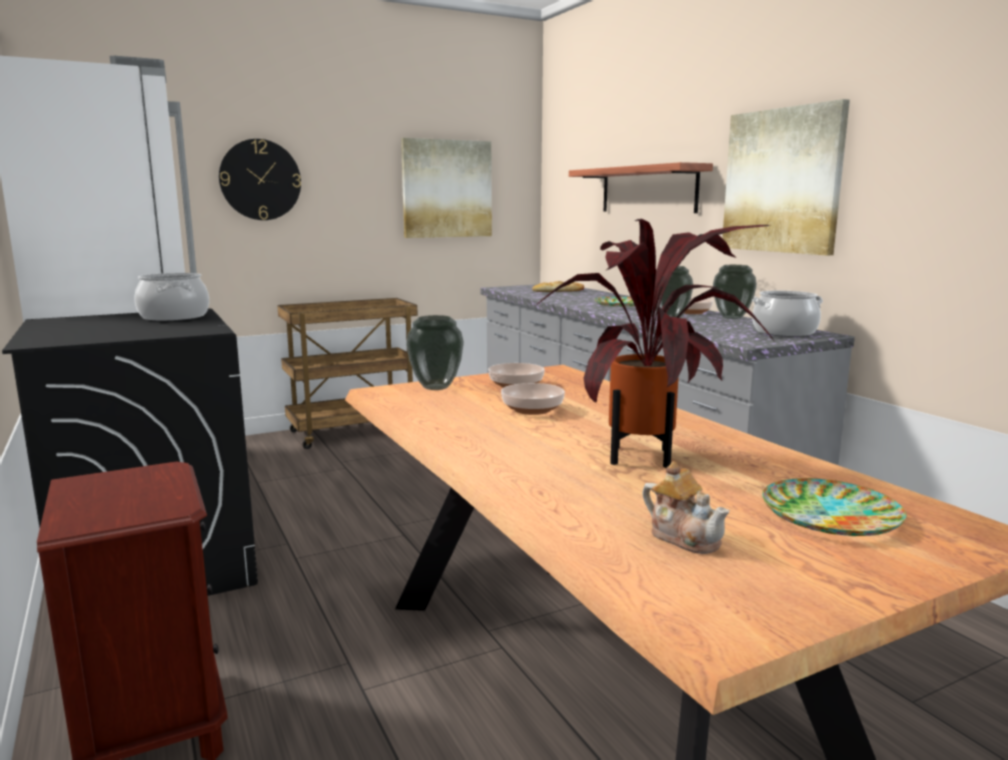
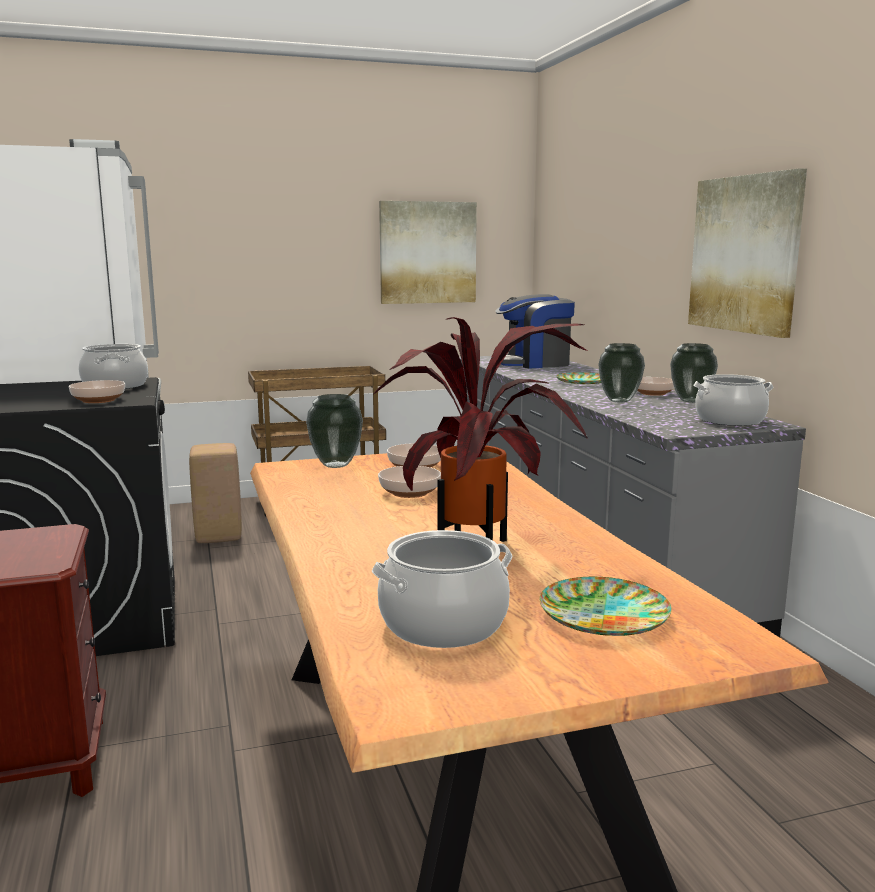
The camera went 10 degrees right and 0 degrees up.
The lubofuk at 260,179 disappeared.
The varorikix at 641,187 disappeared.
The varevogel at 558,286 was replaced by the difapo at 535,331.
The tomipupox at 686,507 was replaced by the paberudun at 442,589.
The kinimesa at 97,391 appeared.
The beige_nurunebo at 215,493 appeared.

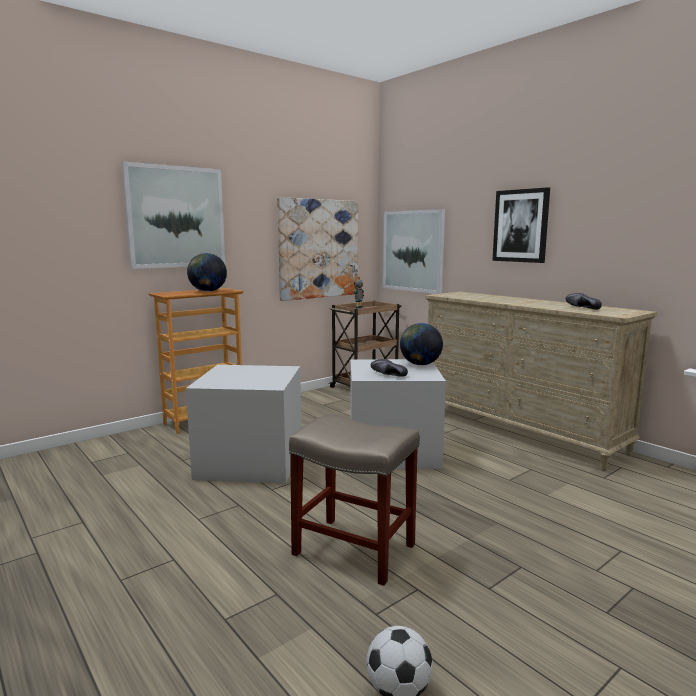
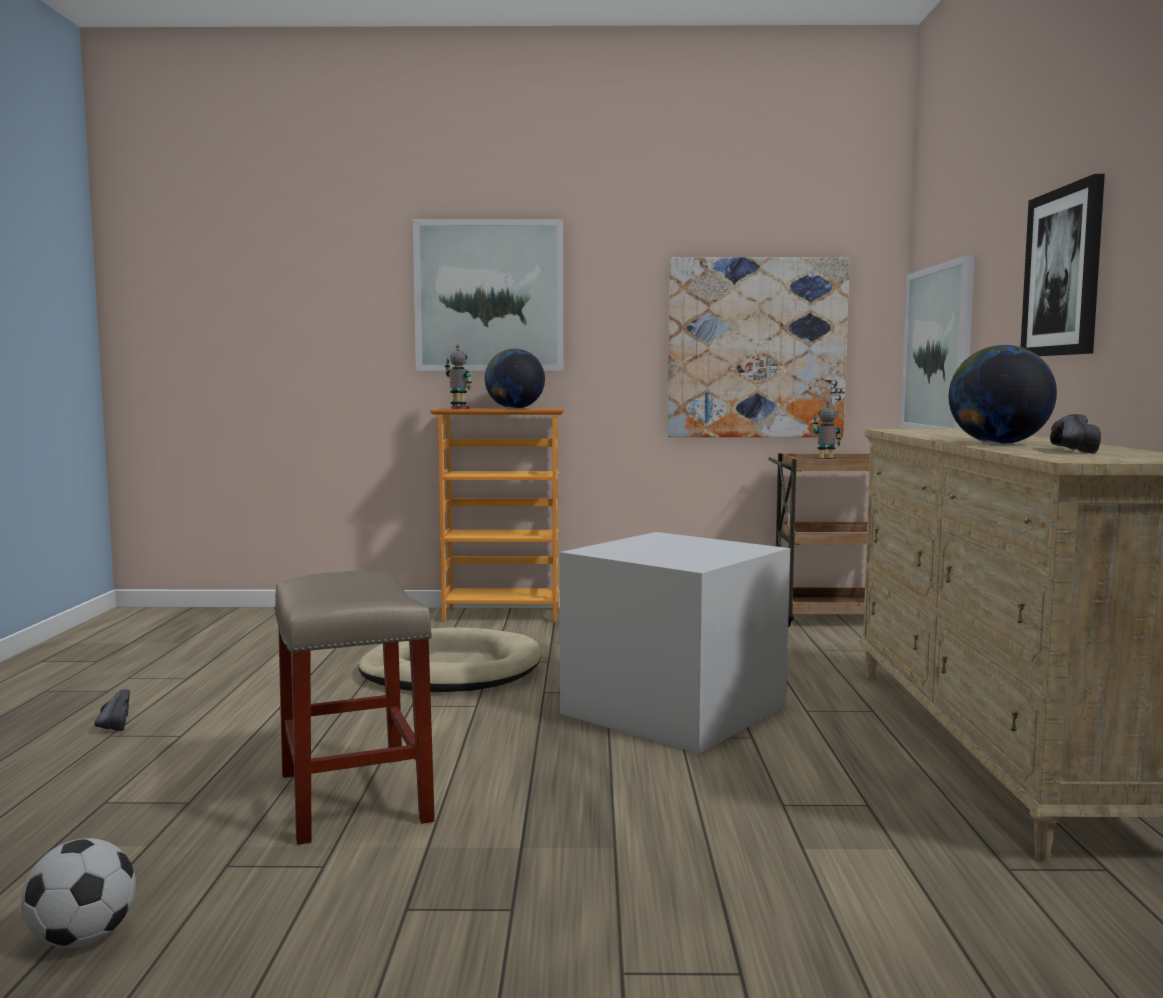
The camera went 40 degrees right and 5 degrees down.
The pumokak moved from 421,344 to 1003,394.
The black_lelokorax moved from 389,368 to 112,710.
The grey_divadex at 243,424 was replaced by the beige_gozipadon at 450,659.
The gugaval at 458,377 appeared.

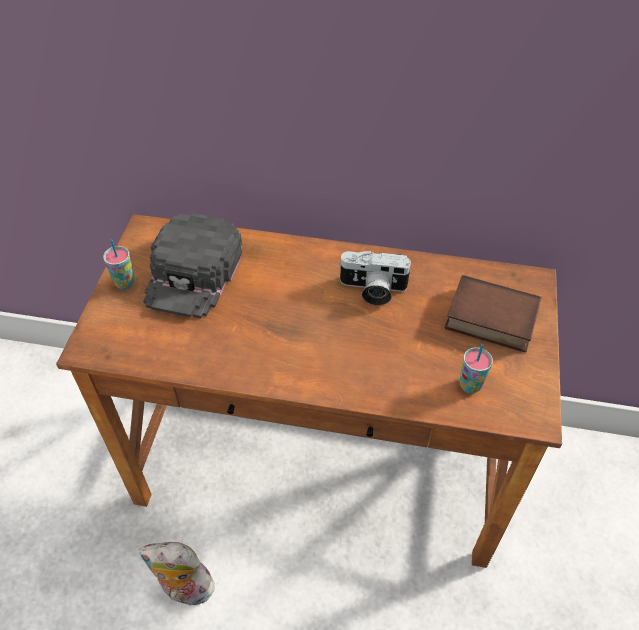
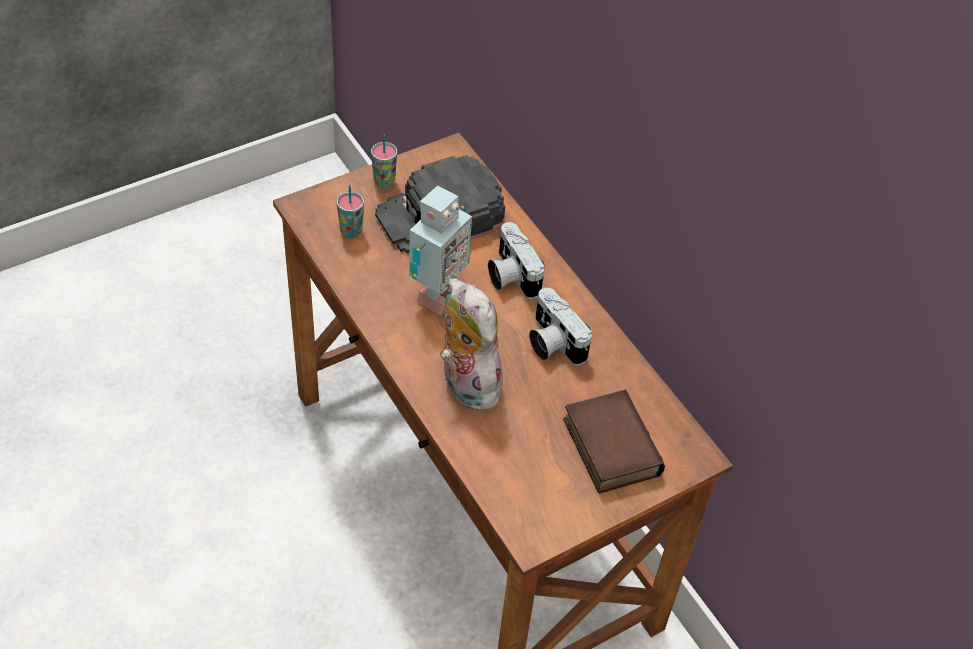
The camera went 45 degrees right and 0 degrees up.
The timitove moved from 476,369 to 350,211.
The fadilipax moved from 178,576 to 472,344.
The gugaval at 440,250 appeared.
The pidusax at 516,260 appeared.

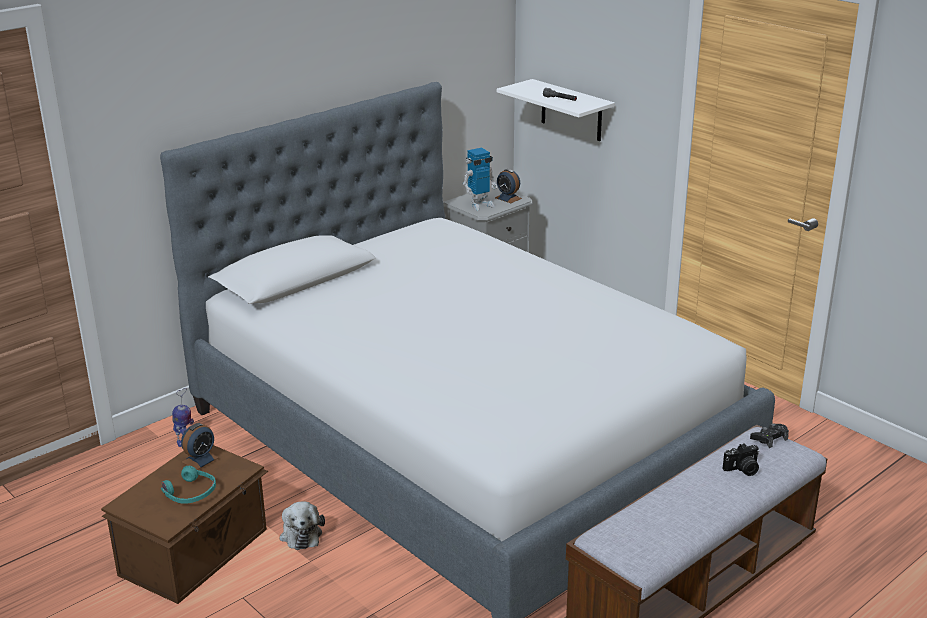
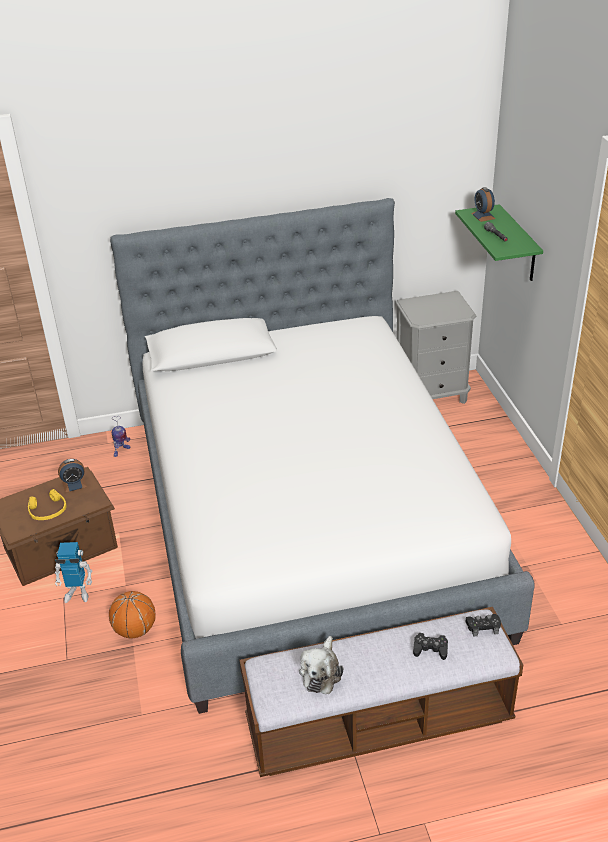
The camera went 30 degrees right and 10 degrees up.
The white_varorikix at 556,110 became the green_varorikix at 499,242.
The gugaval moved from 480,179 to 73,572.
The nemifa moved from 508,186 to 483,204.
The pidusax at 741,459 was replaced by the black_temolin at 430,646.
The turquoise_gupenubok at 188,485 became the yellow_gupenubok at 47,504.
The fadilipax moved from 302,525 to 321,665.
The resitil at 132,615 appeared.

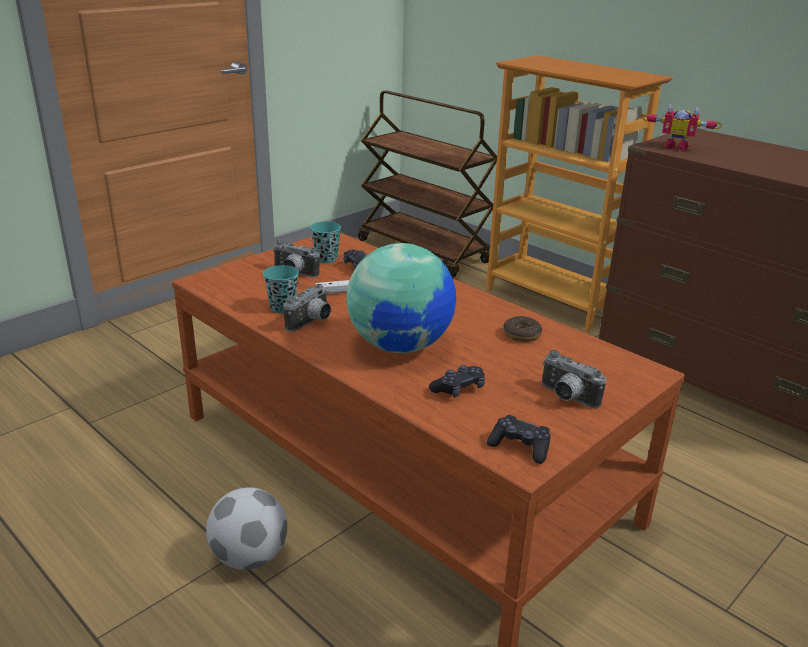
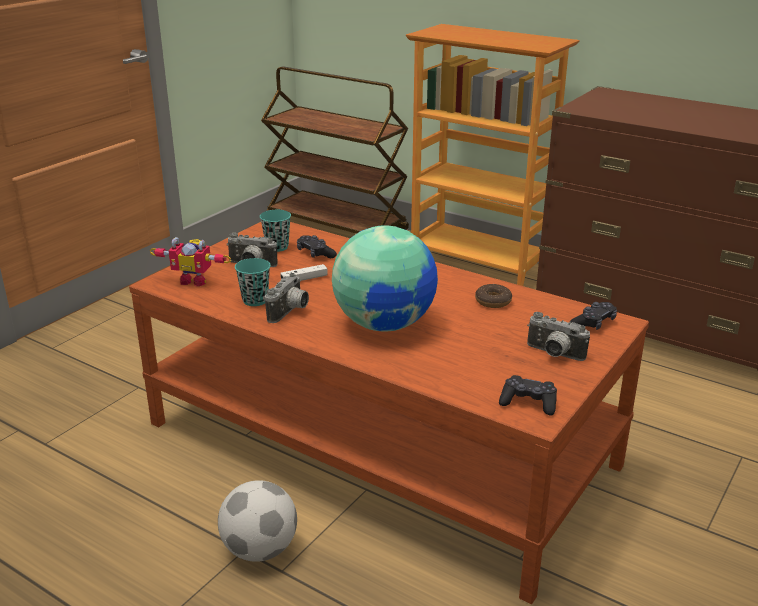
The camera went 10 degrees left and 0 degrees up.
The gugaval moved from 682,127 to 190,262.
The black_temolin moved from 457,381 to 593,316.

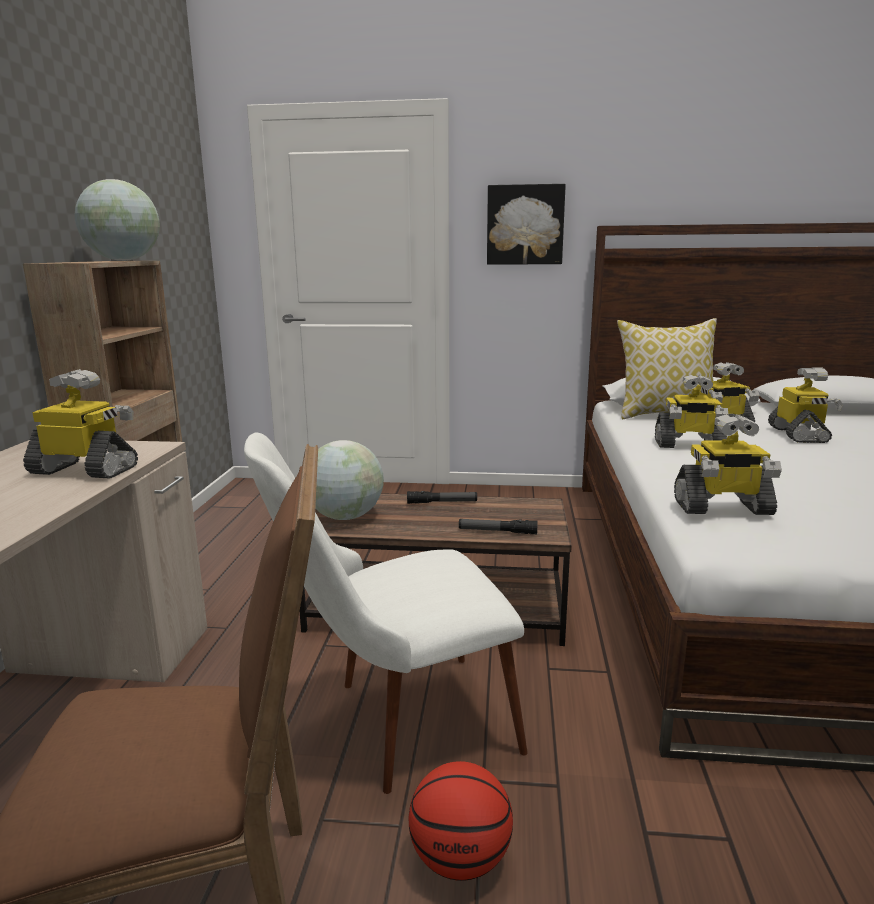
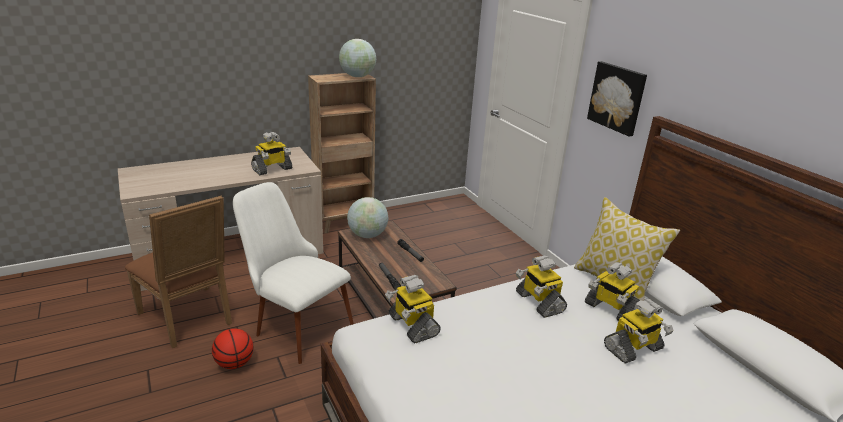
The camera went 55 degrees right and 10 degrees up.
The gugaval at 80,423 turned 75 degrees clockwise.

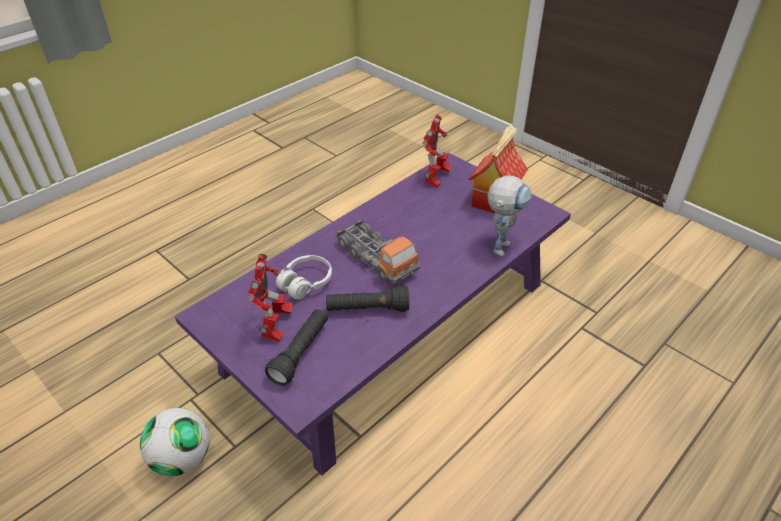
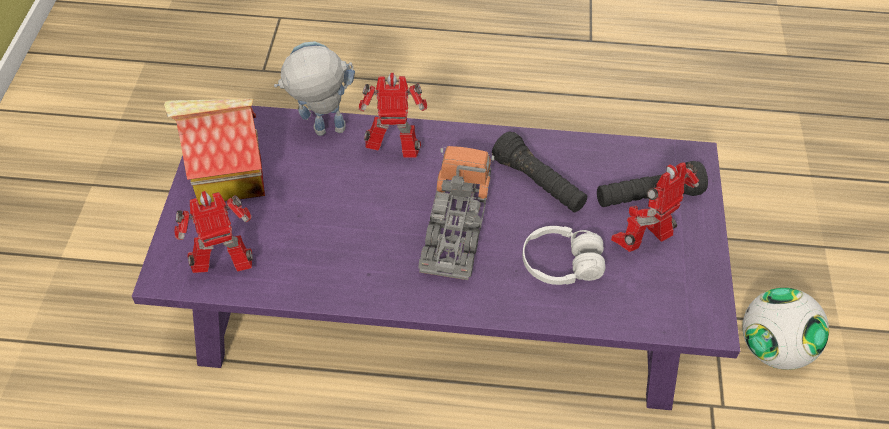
The camera went 130 degrees left and 10 degrees up.
The gugaval at 393,115 appeared.

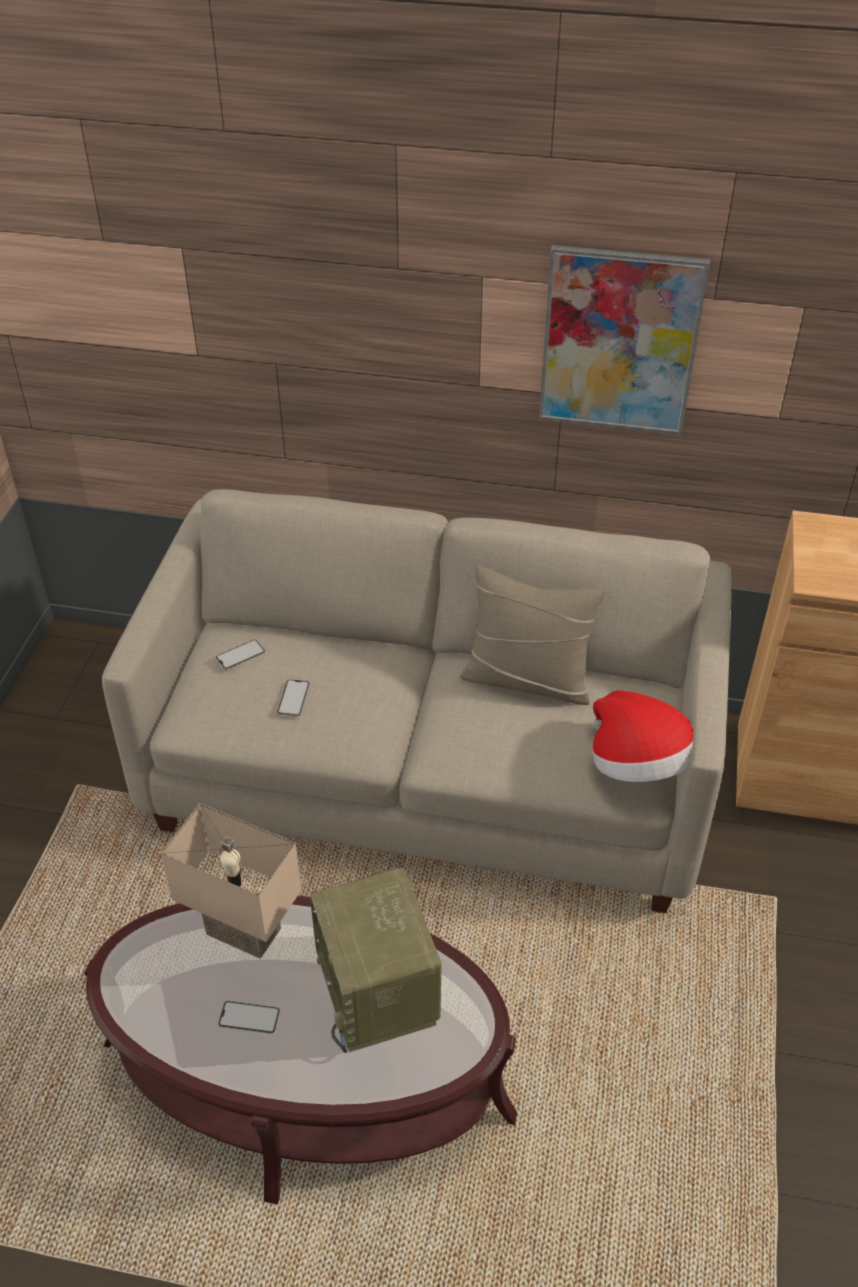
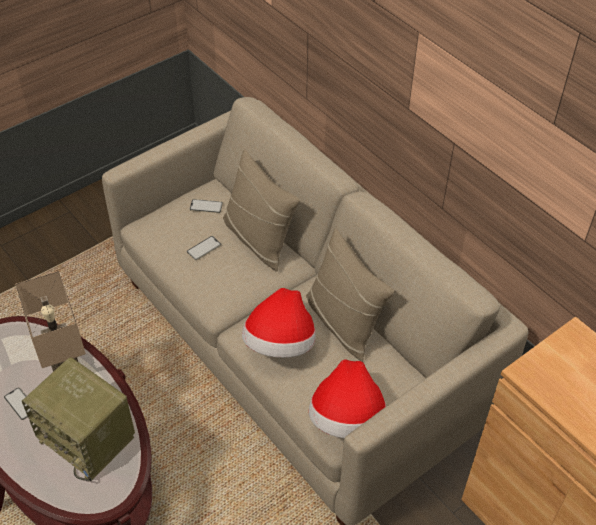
The camera went 40 degrees right and 5 degrees up.
The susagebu at 624,340 disappeared.
The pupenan at 376,960 turned 75 degrees counterclockwise.
The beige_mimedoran at 261,211 appeared.
The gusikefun at 279,323 appeared.

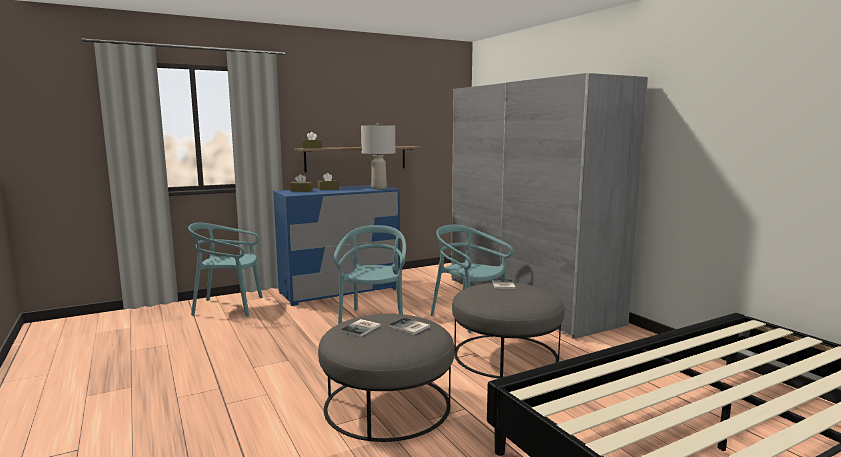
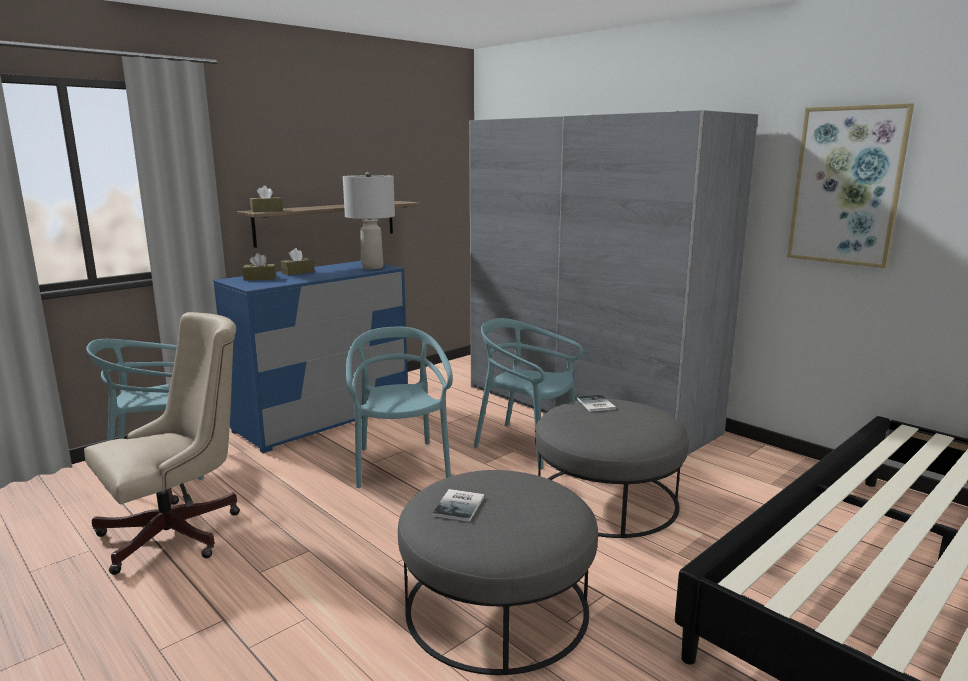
The camera went 15 degrees left and 5 degrees up.
The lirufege at 409,326 disappeared.
The susagebu at 850,185 appeared.
The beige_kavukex at 162,443 appeared.

